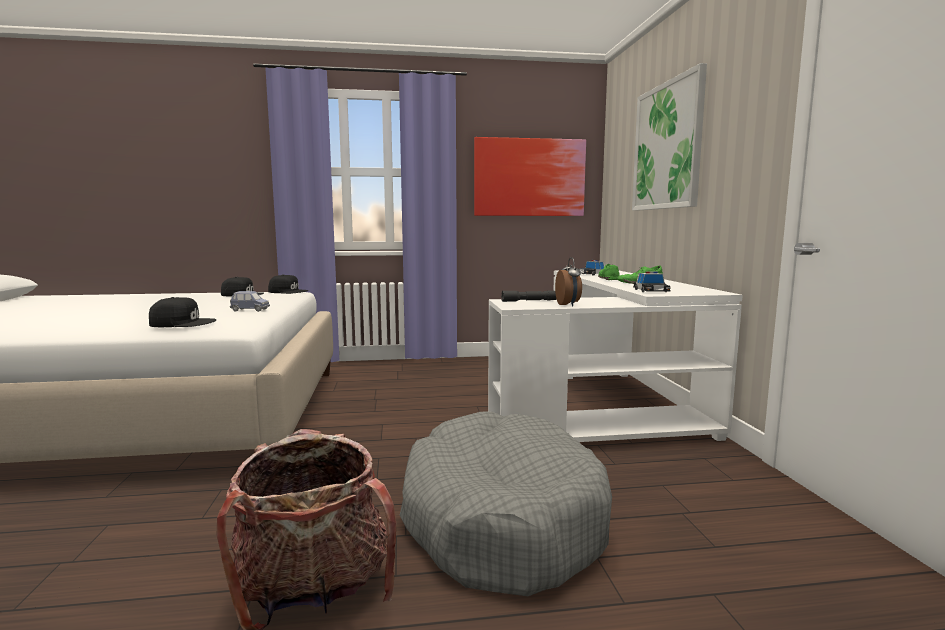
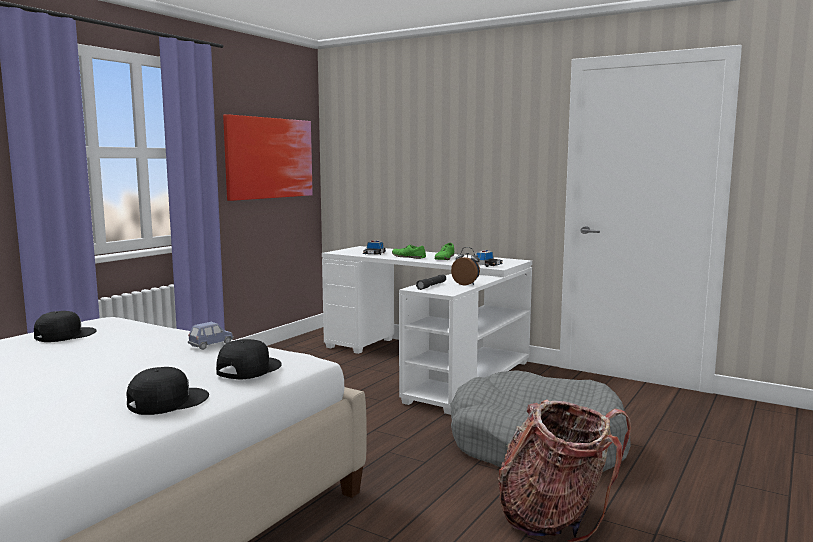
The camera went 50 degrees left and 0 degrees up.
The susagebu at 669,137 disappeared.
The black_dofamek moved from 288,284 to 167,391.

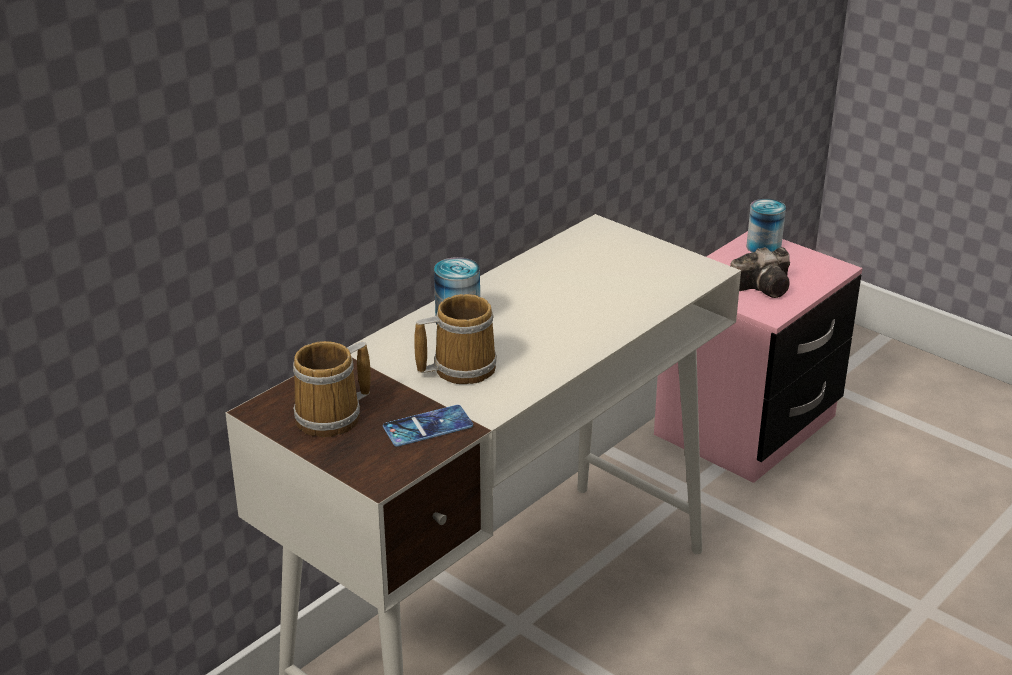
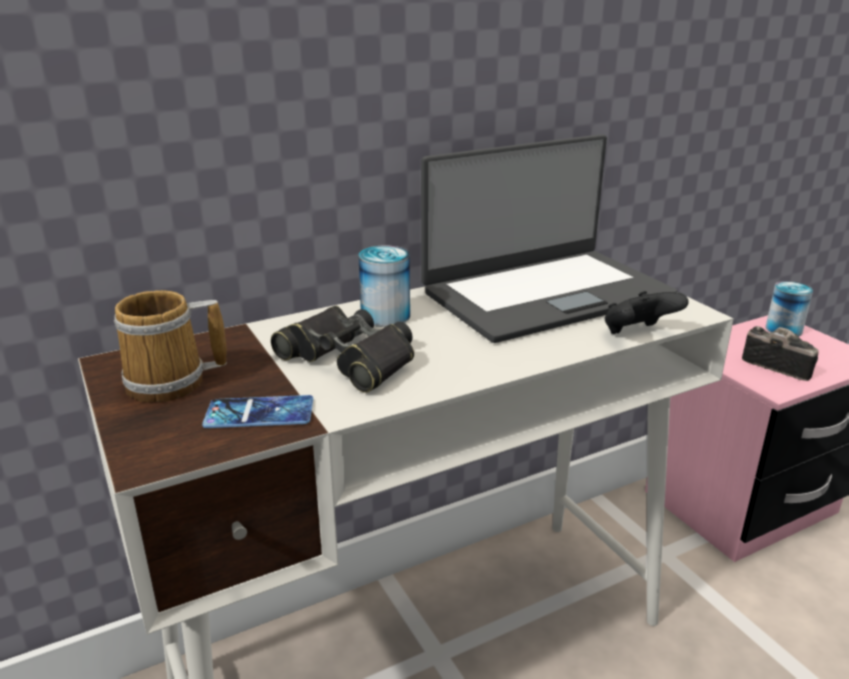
The camera went 20 degrees right and 5 degrees down.
The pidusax at 760,272 turned 135 degrees counterclockwise.
The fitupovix at 455,339 was replaced by the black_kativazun at 342,349.
The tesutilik at 549,238 appeared.
The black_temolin at 646,312 appeared.

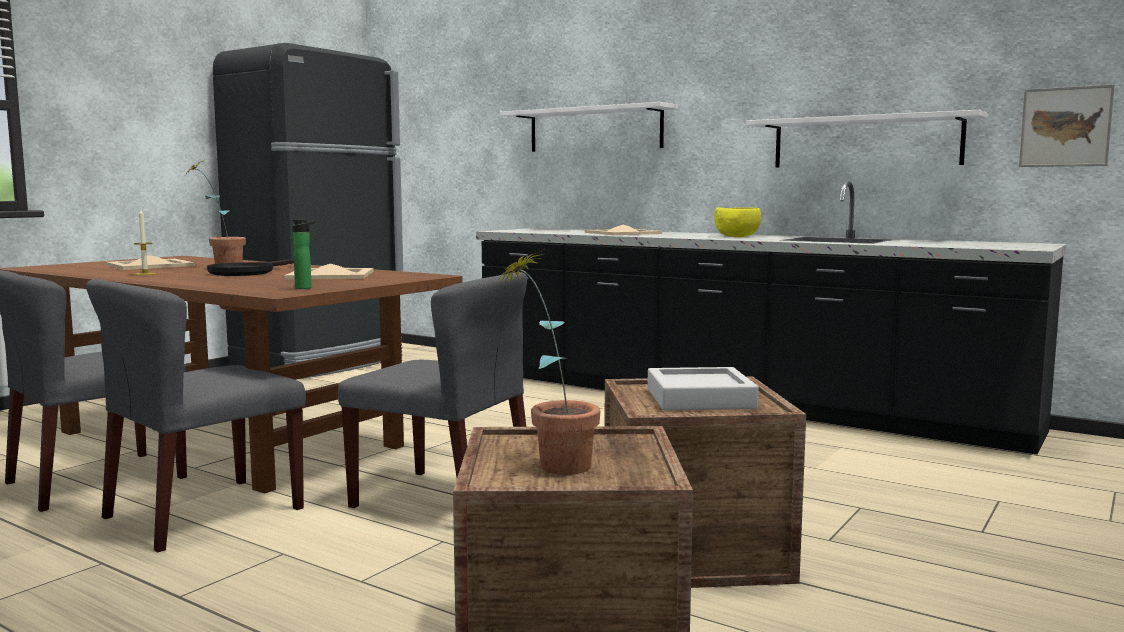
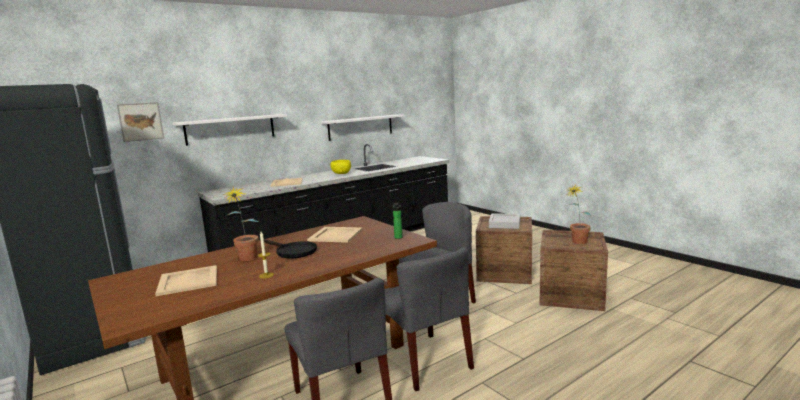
The camera went 70 degrees left and 5 degrees up.
The susagebu moved from 1066,126 to 140,122.

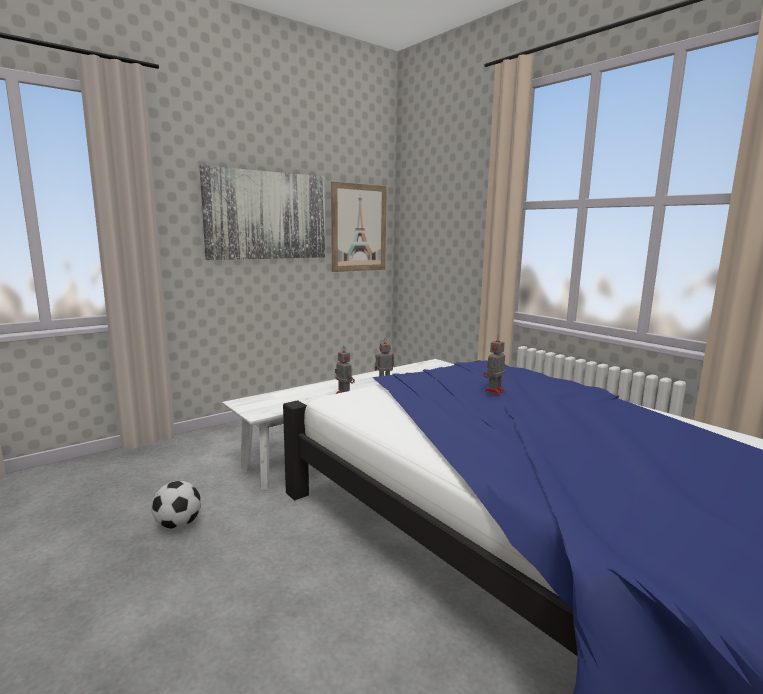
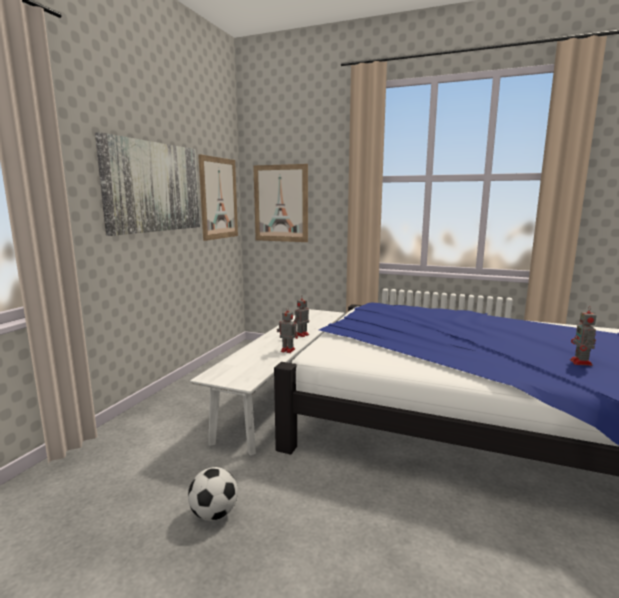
The camera went 30 degrees left and 0 degrees up.
The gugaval moved from 494,365 to 583,336.
The susagebu at 280,203 appeared.

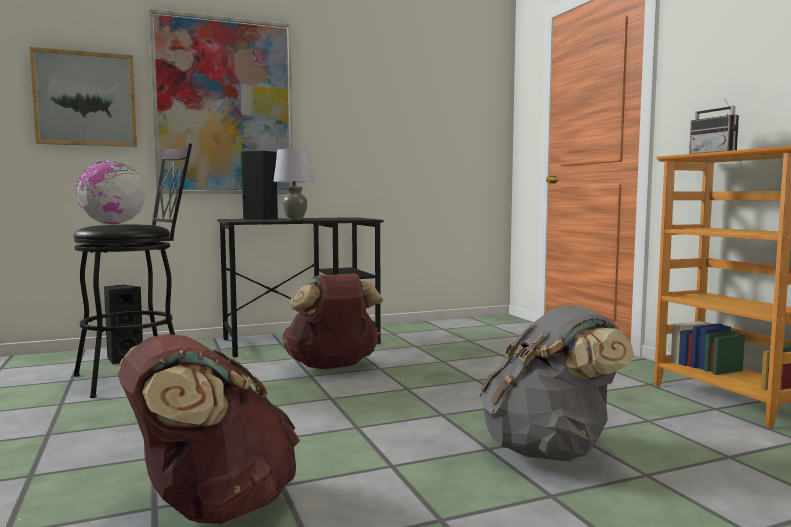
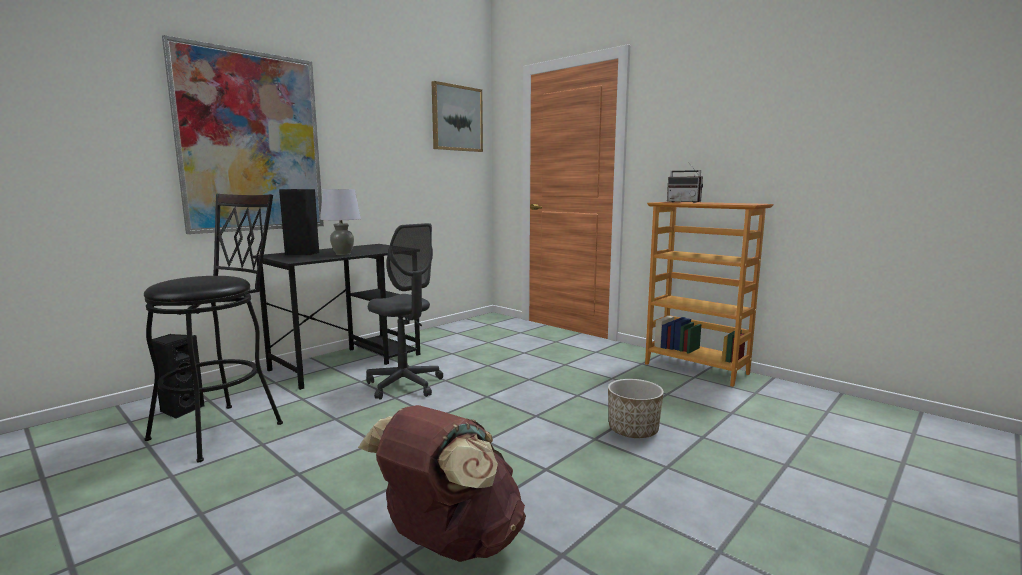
The camera went 25 degrees left and 5 degrees up.
The susagebu moved from 83,97 to 457,116.
The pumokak at 111,192 disappeared.
The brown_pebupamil at 332,321 was replaced by the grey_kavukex at 404,311.
The grey_pebupamil at 556,383 was replaced by the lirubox at 636,408.

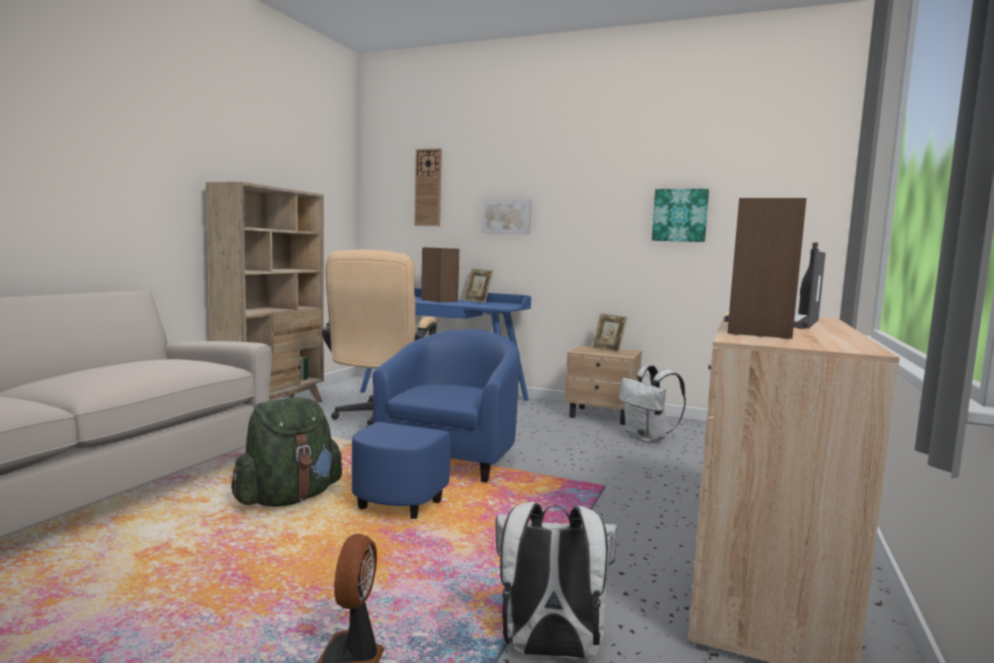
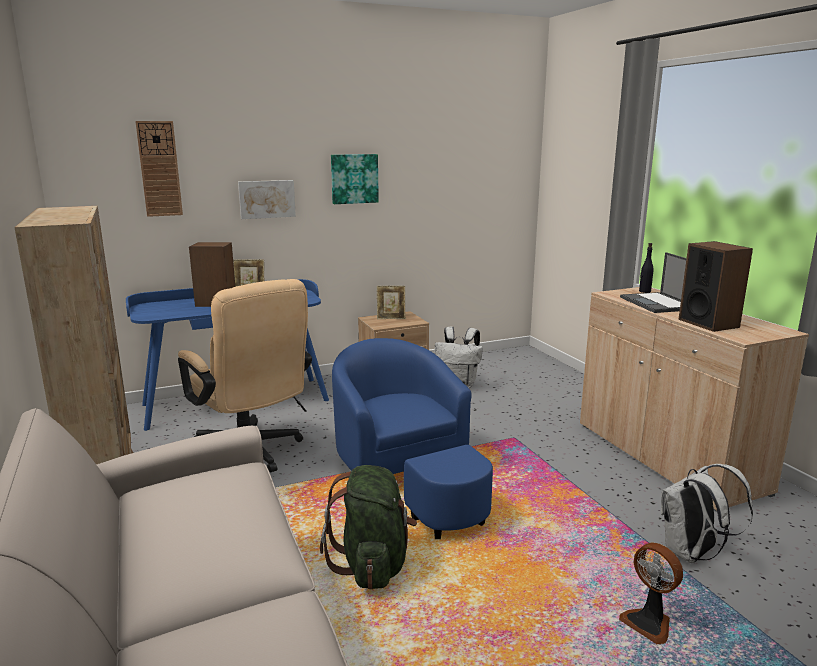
The camera went 45 degrees left and 10 degrees up.
The susagebu moved from 680,215 to 355,179.

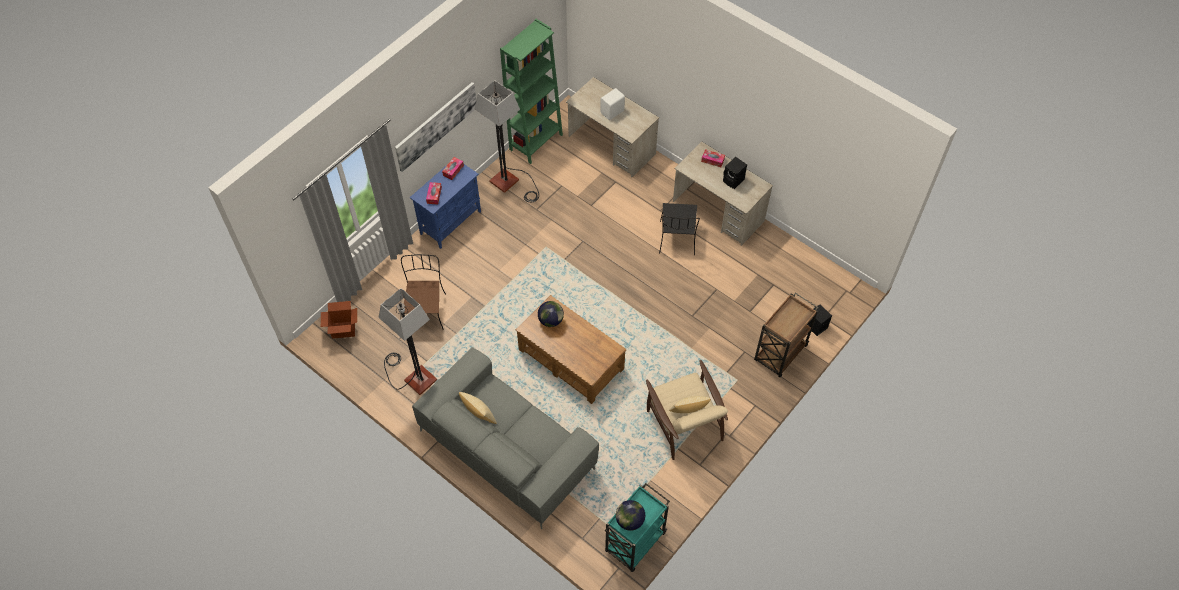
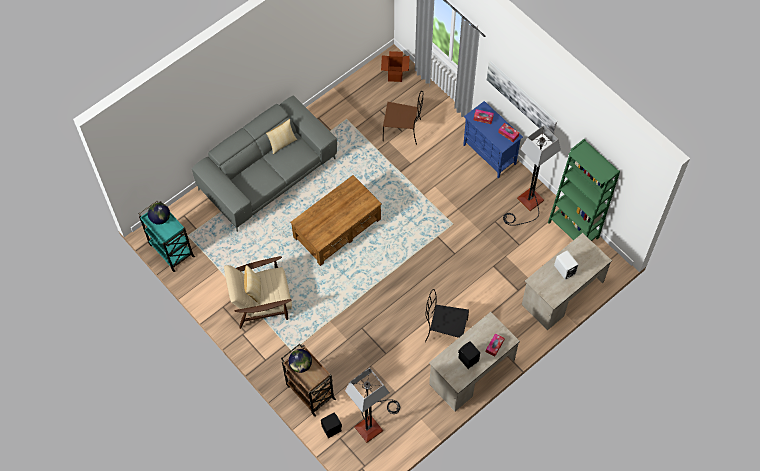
The camera went 100 degrees right and 5 degrees up.
The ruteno moved from 408,341 to 372,405.
The pumokak moved from 551,314 to 300,361.

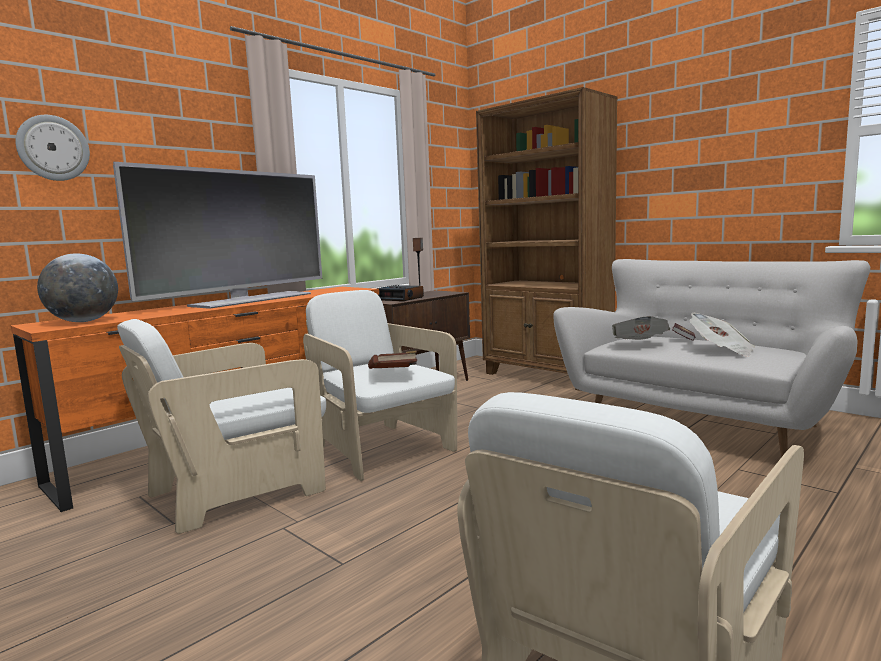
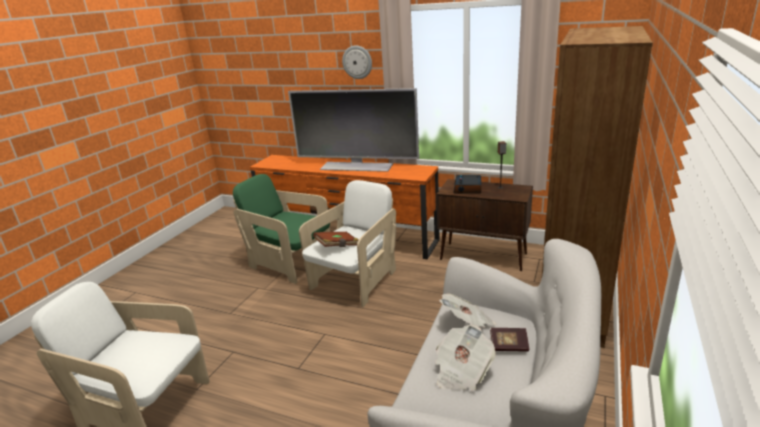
The camera went 70 degrees right and 15 degrees up.
The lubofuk moved from 52,148 to 357,62.
The pumokak at 77,287 disappeared.
The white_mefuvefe at 221,426 became the green_mefuvefe at 281,229.

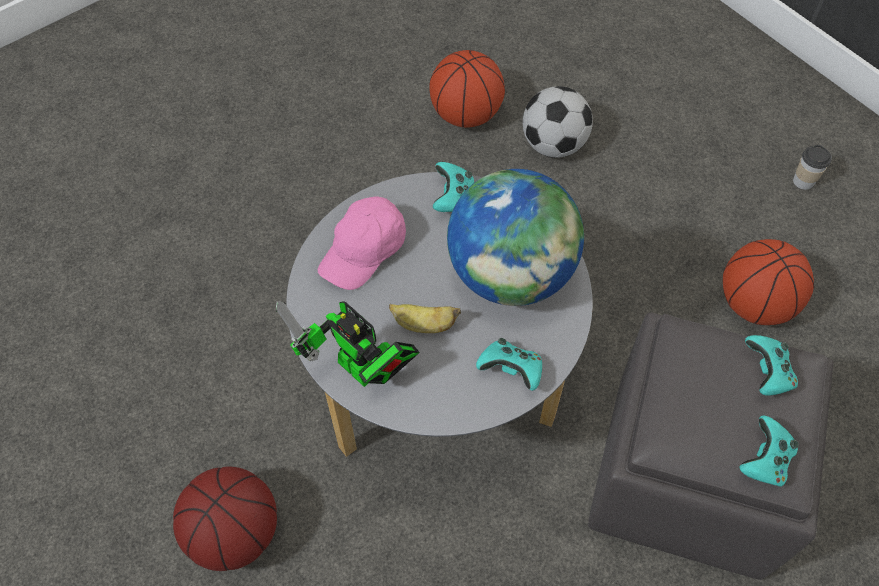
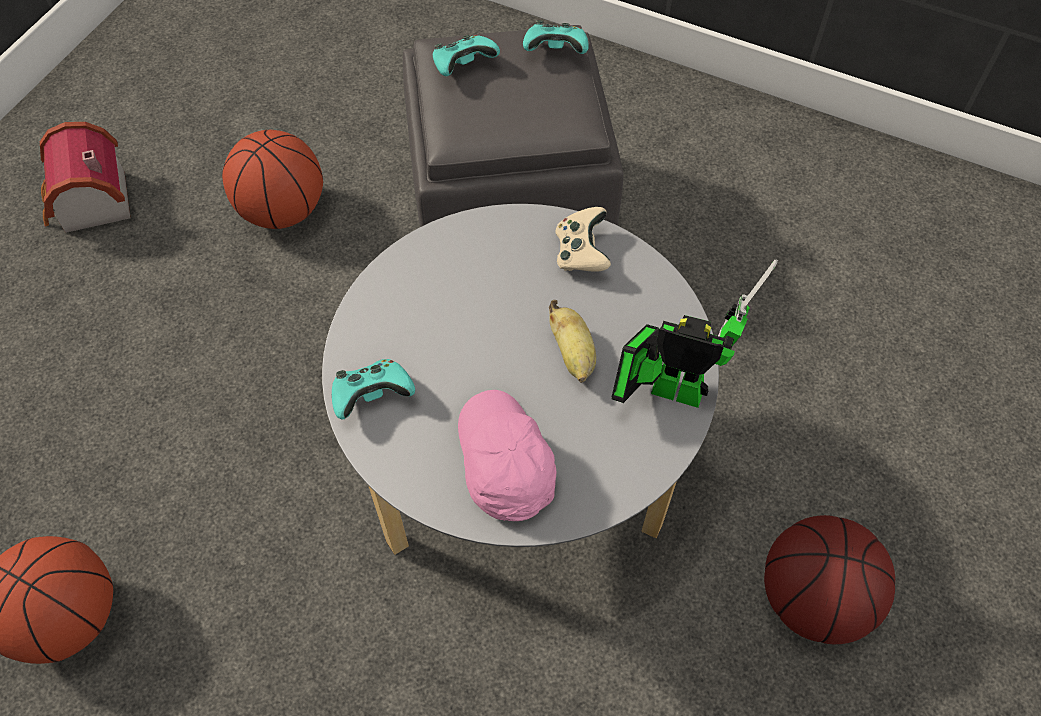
The camera went 115 degrees left and 0 degrees up.
The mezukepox at 558,122 disappeared.
The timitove at 812,167 was replaced by the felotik at 85,177.
The pumokak at 515,237 disappeared.
The pink_dofamek at 362,243 turned 120 degrees counterclockwise.
The gugaval at 347,344 turned 90 degrees counterclockwise.
The turquoise_temolin at 509,364 became the beige_temolin at 583,239.

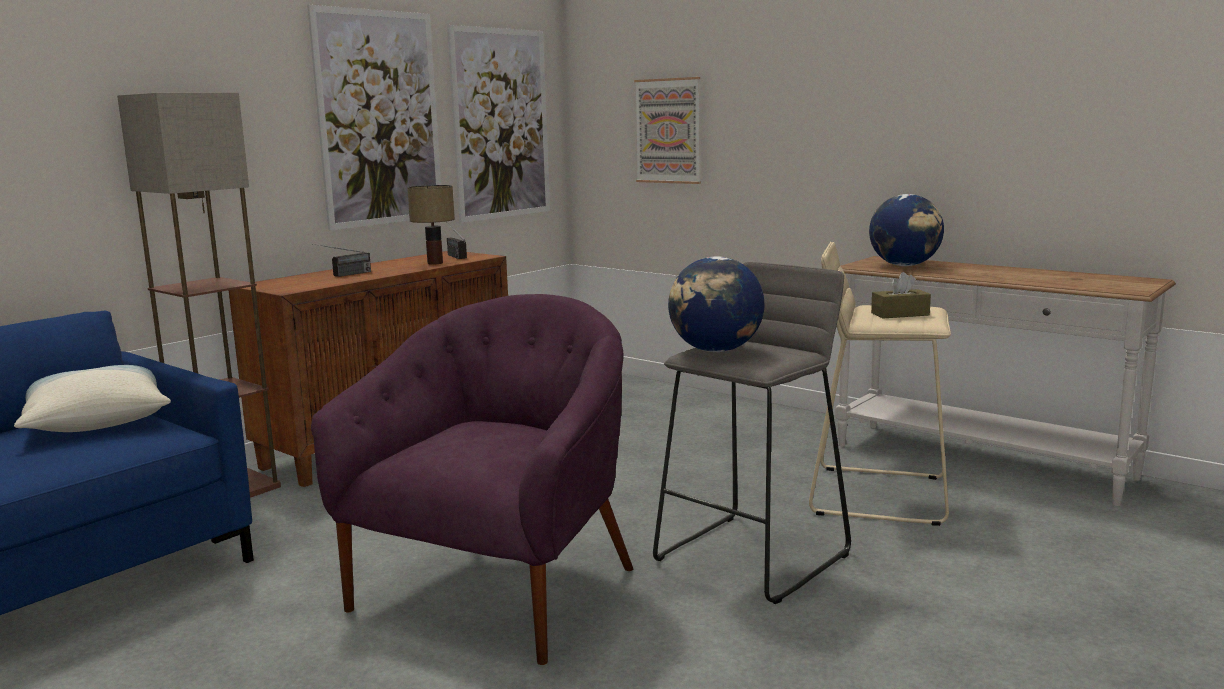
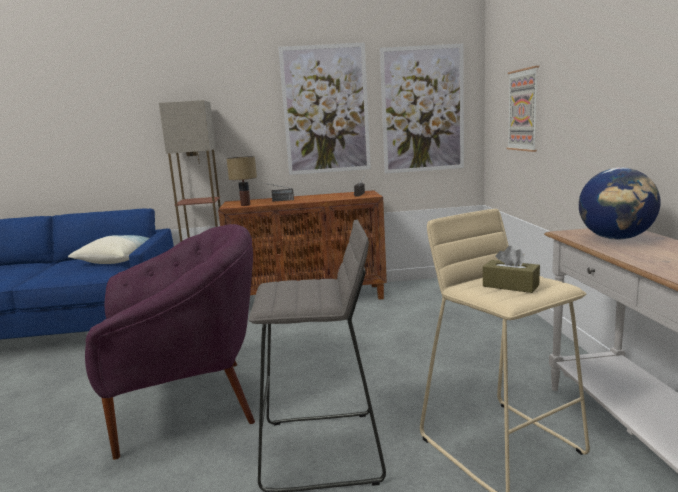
The camera went 45 degrees right and 0 degrees up.
The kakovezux moved from 431,225 to 241,181.
The pumokak at 716,304 disappeared.

